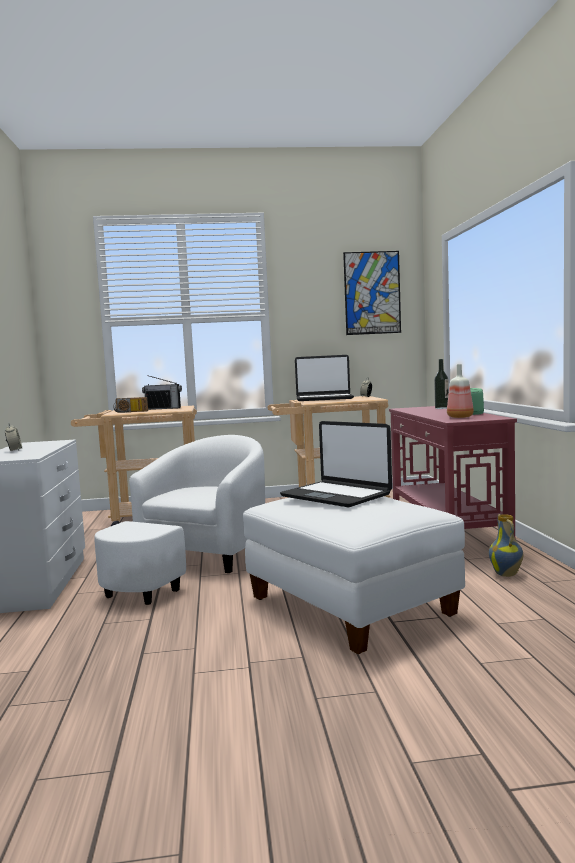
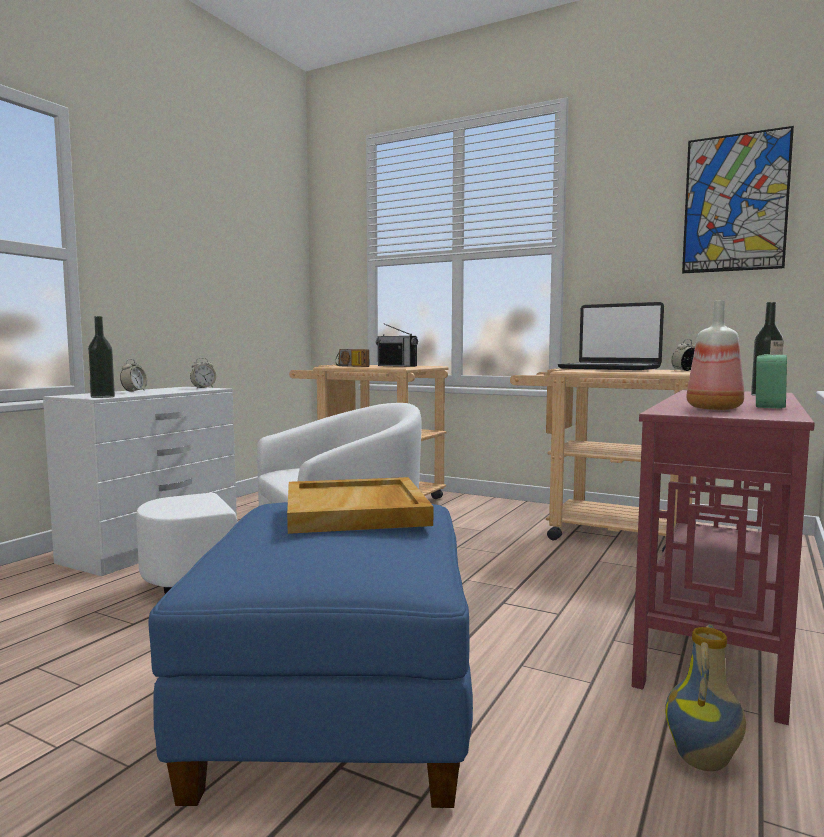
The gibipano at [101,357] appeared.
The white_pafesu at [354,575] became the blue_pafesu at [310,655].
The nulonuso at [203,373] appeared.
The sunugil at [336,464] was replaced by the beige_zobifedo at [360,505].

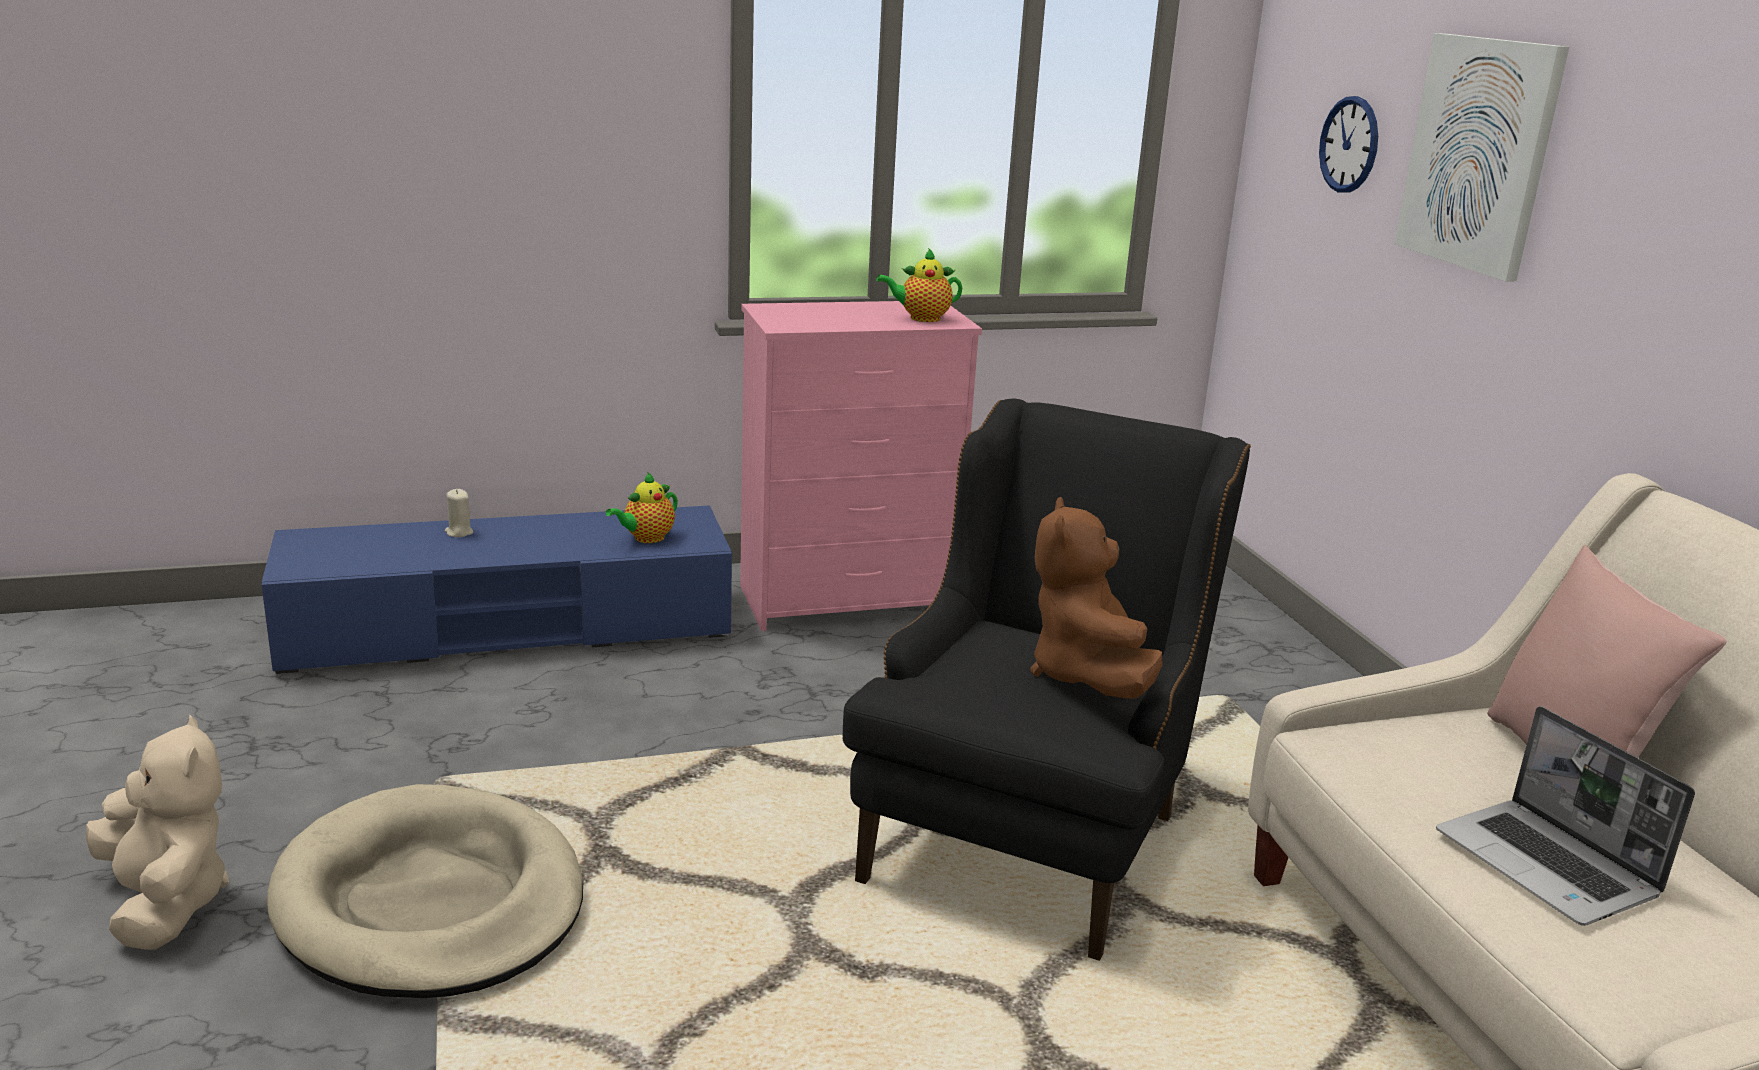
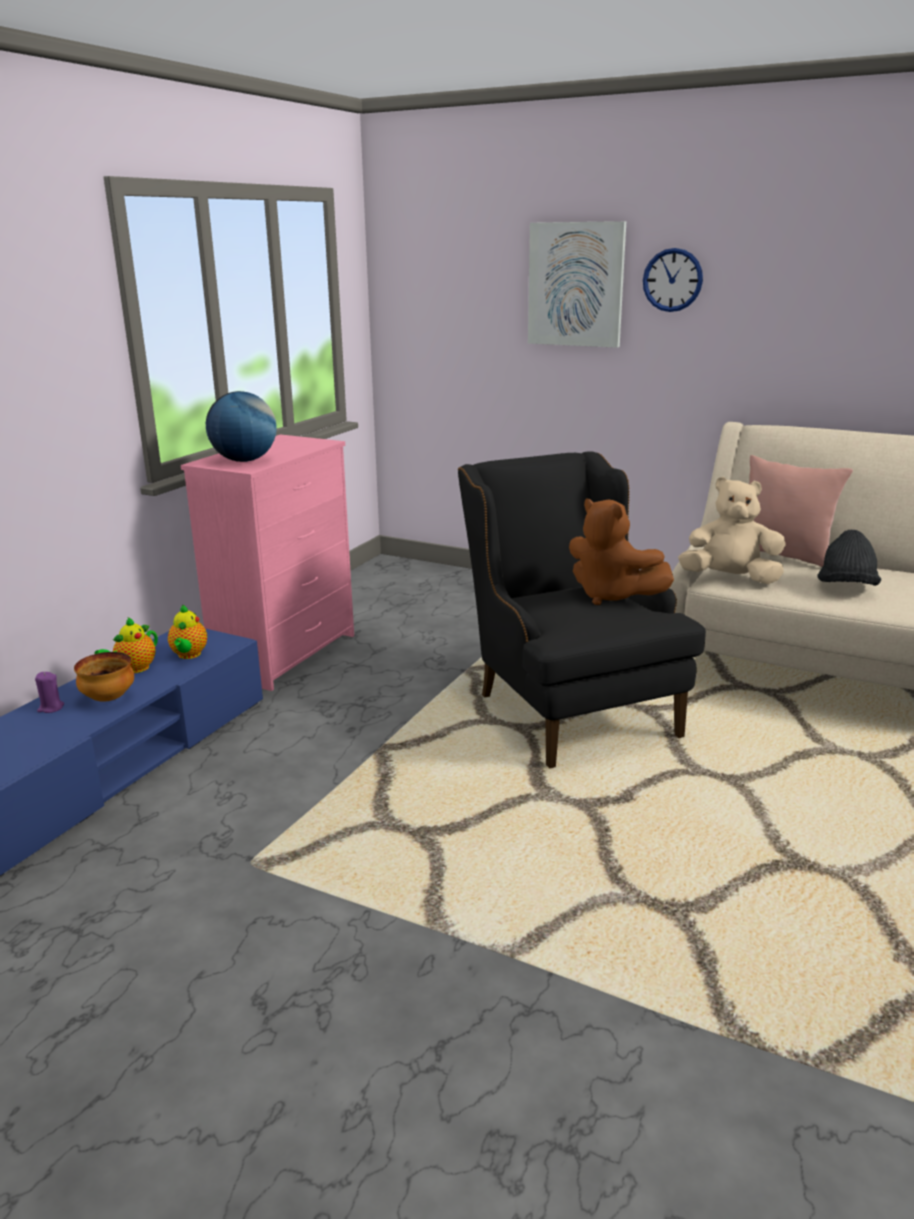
The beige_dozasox at [459,513] became the purple_dozasox at [49,692].
The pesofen at [104,677] appeared.
The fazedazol moved from [919,285] to [126,645].
The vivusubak at [241,426] appeared.
The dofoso moved from [1348,144] to [673,280].
The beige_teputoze moved from [157,832] to [731,530].
The sunugil at [1565,816] was replaced by the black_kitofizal at [849,558].
The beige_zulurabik at [425,891] disappeared.

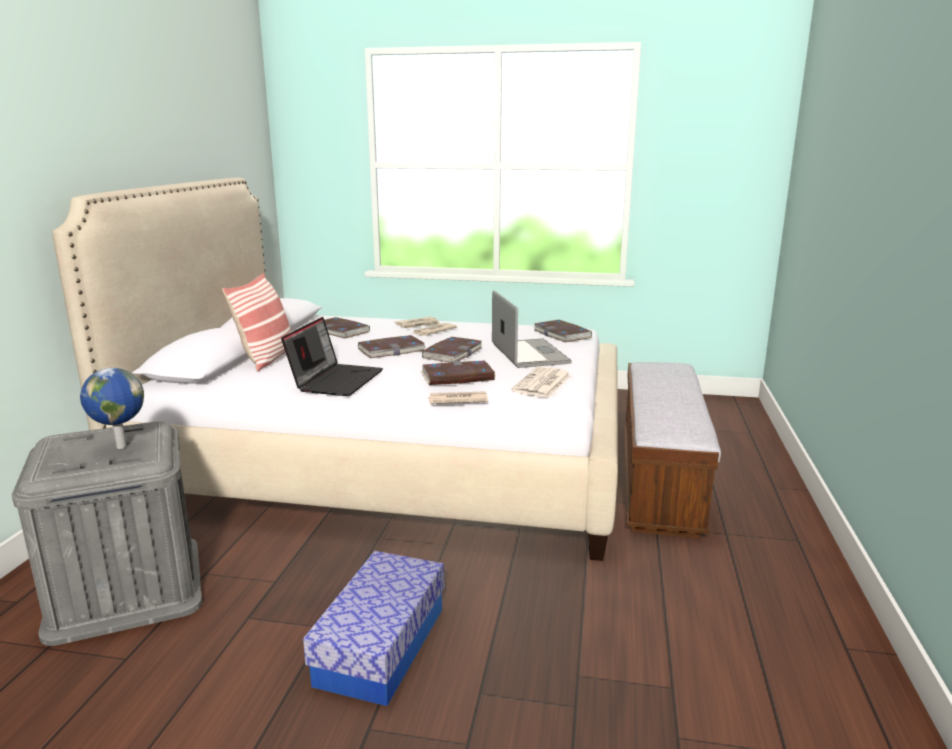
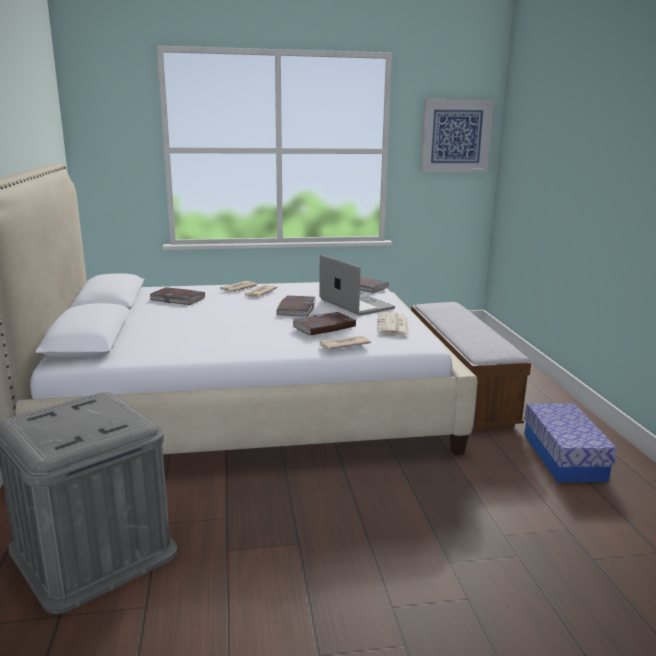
The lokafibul at [457,135] appeared.
The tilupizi moved from [373,628] to [570,442].
The vivusubak at [112,408] disappeared.
The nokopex at [257,322] disappeared.
The sunugil at [332,356] disappeared.
The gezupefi at [392,346] disappeared.

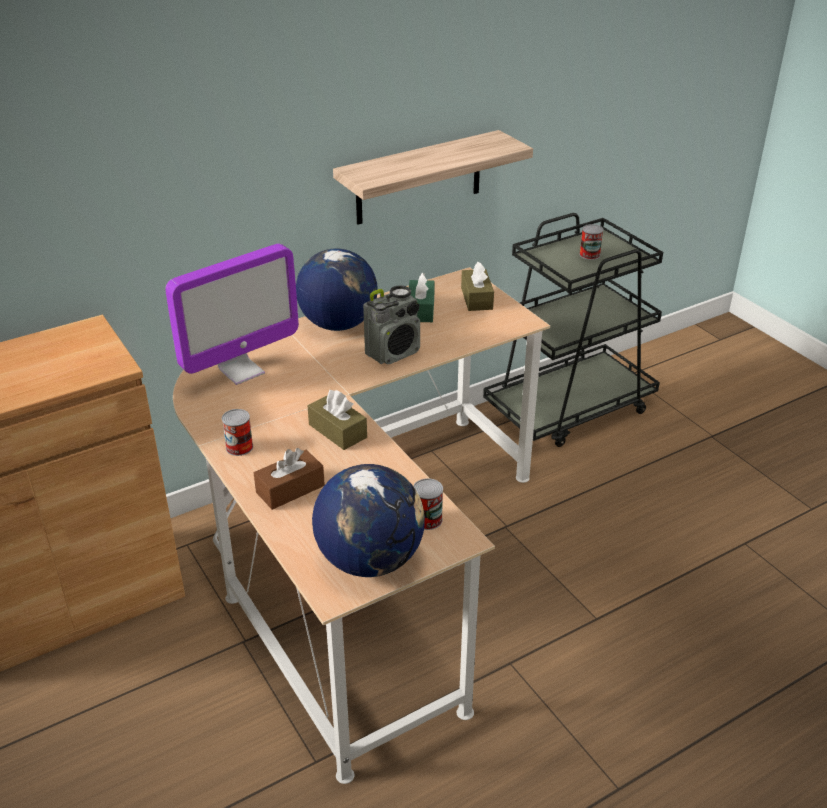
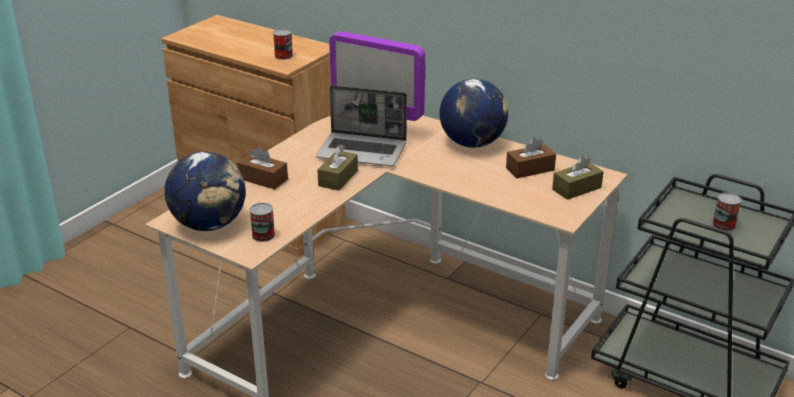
The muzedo moved from [237,432] to [283,44].
The sunugil at [361,125] appeared.
The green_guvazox at [422,297] became the brown_guvazox at [531,157].
The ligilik at [433,177] disappeared.
The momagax at [391,324] disappeared.

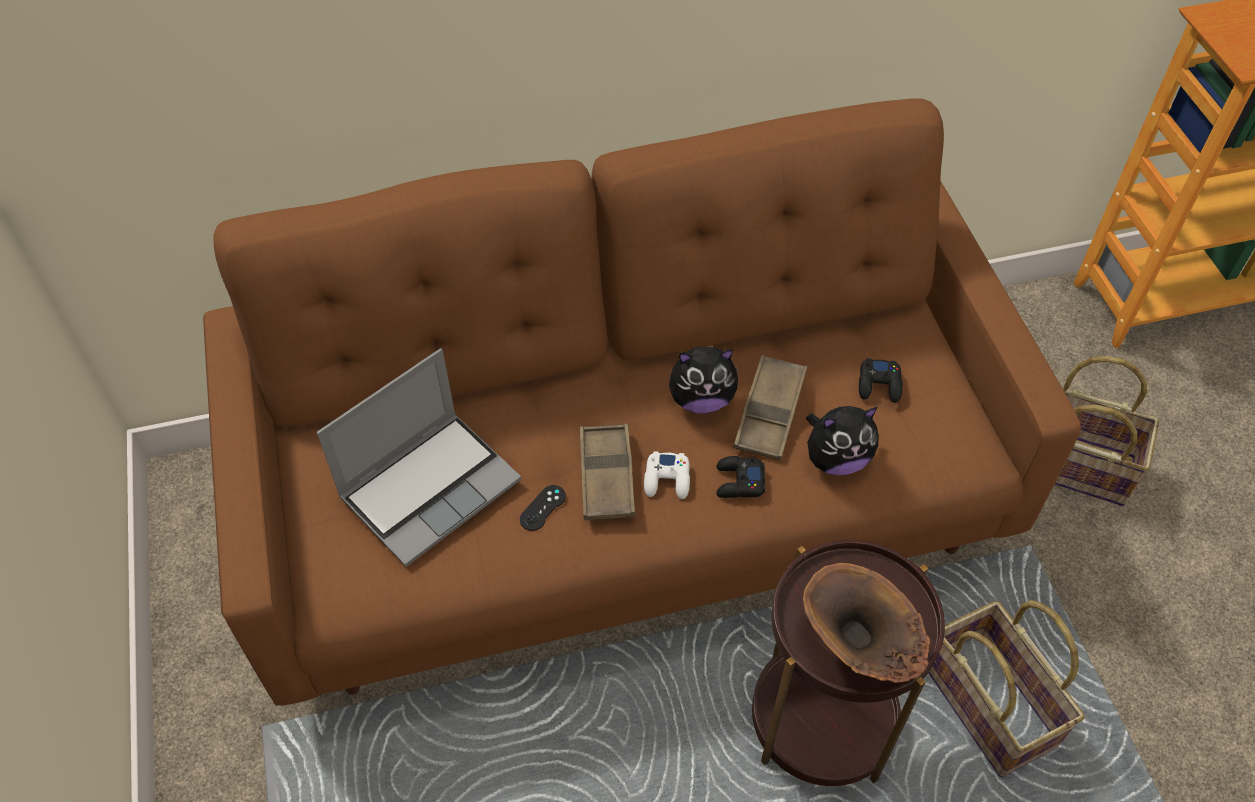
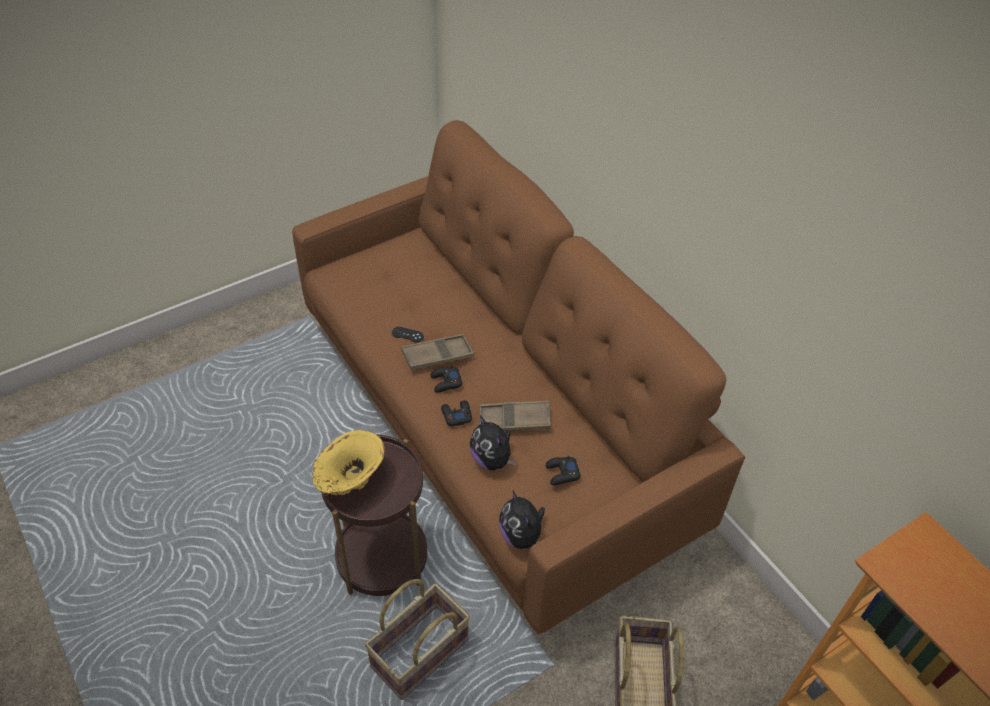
The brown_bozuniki at [866,623] became the yellow_bozuniki at [348,462].
The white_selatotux at [667,475] became the black_selatotux at [446,379].
The teputoze moved from [704,380] to [522,520].
The sunugil at [419,457] disappeared.

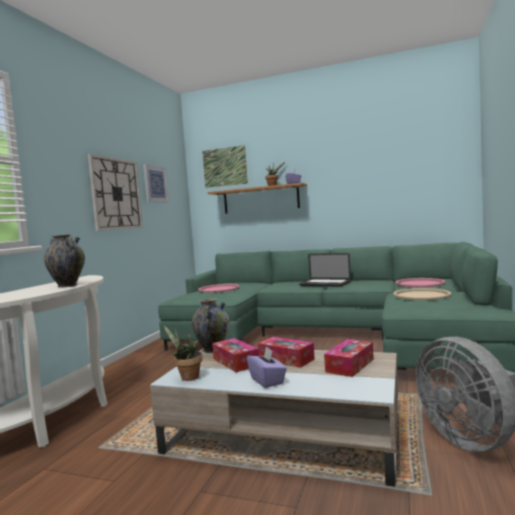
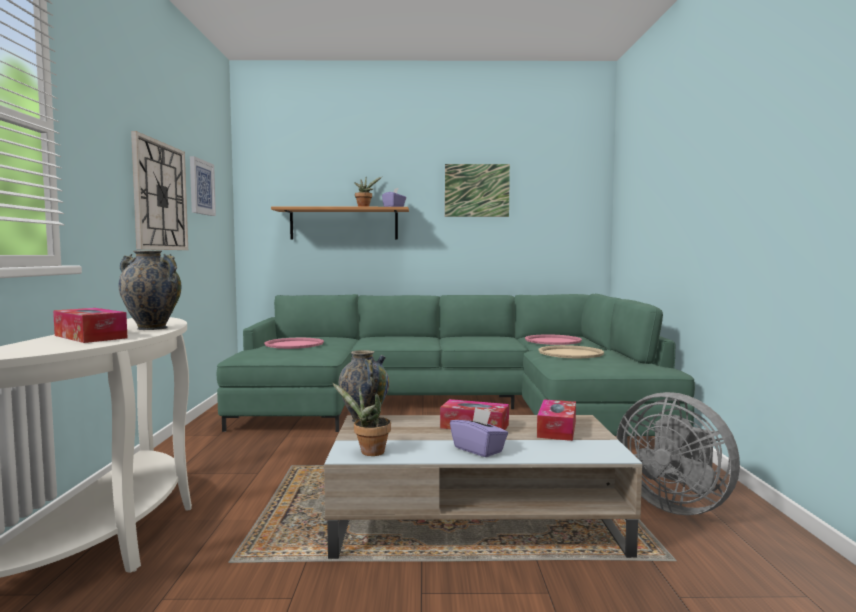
The guvazox moved from [235,355] to [90,325].
The lokafibul moved from [225,166] to [477,190].
The sunugil at [325,270] disappeared.

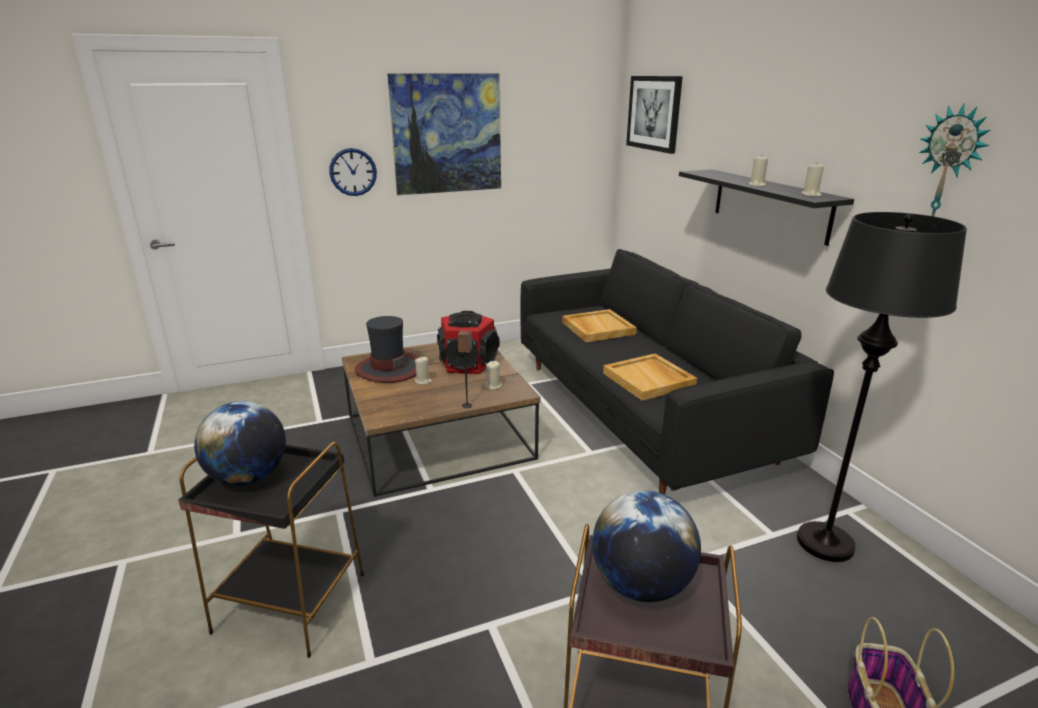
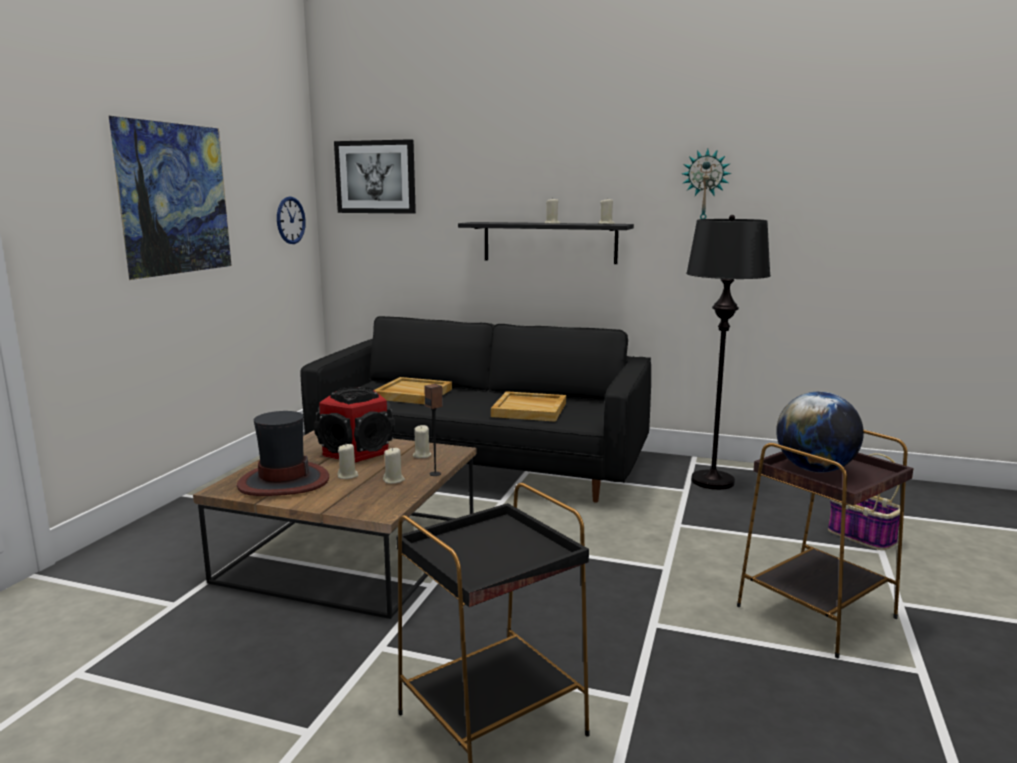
The dofoso moved from [353,172] to [291,220].
The beige_dozasox at [394,465] appeared.
The vivusubak at [240,443] disappeared.

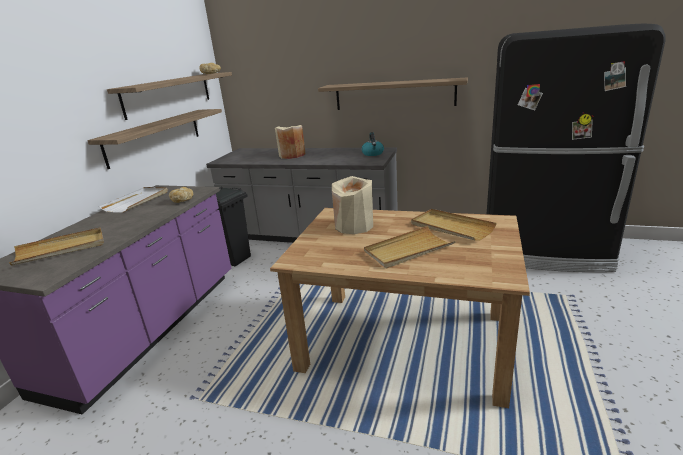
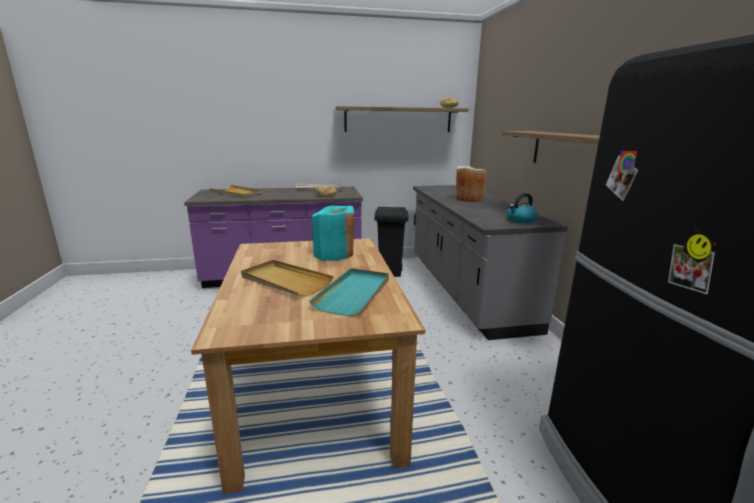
The beige_zobifedo at [454,225] became the turquoise_zobifedo at [349,292].
The beige_bozuniki at [352,205] became the turquoise_bozuniki at [333,233].
The ligilik at [154,139] disappeared.

